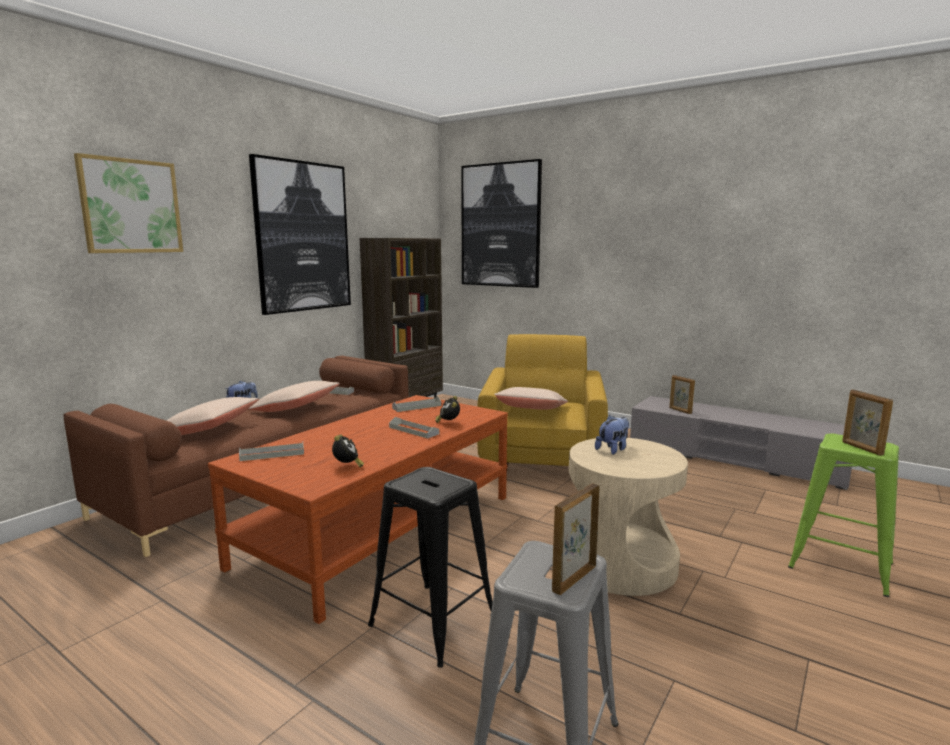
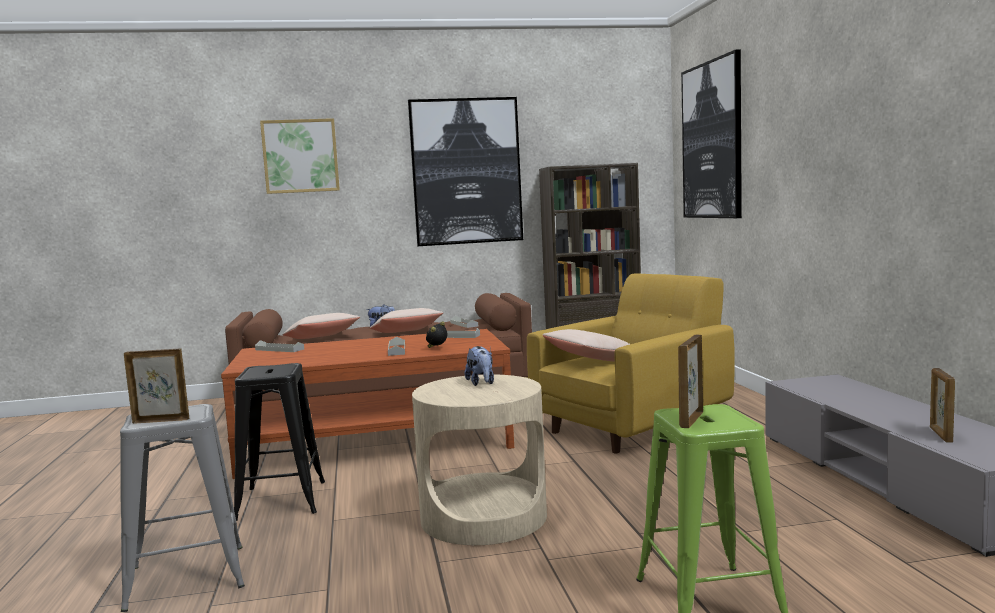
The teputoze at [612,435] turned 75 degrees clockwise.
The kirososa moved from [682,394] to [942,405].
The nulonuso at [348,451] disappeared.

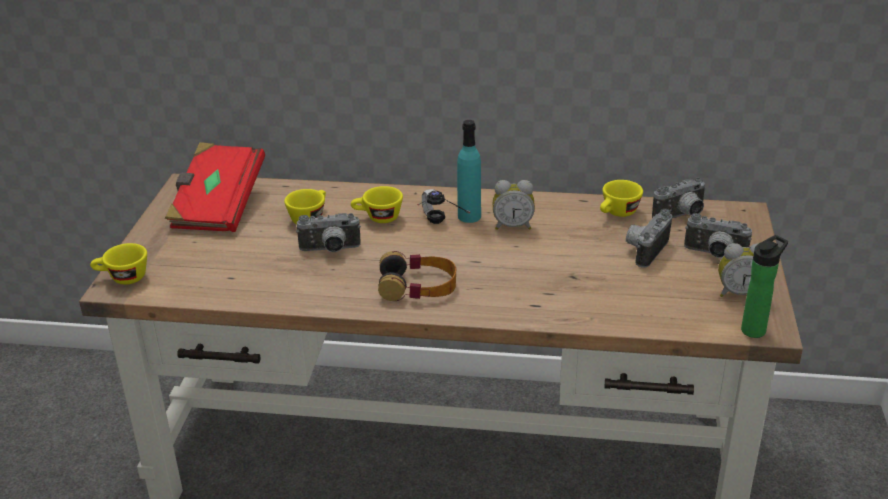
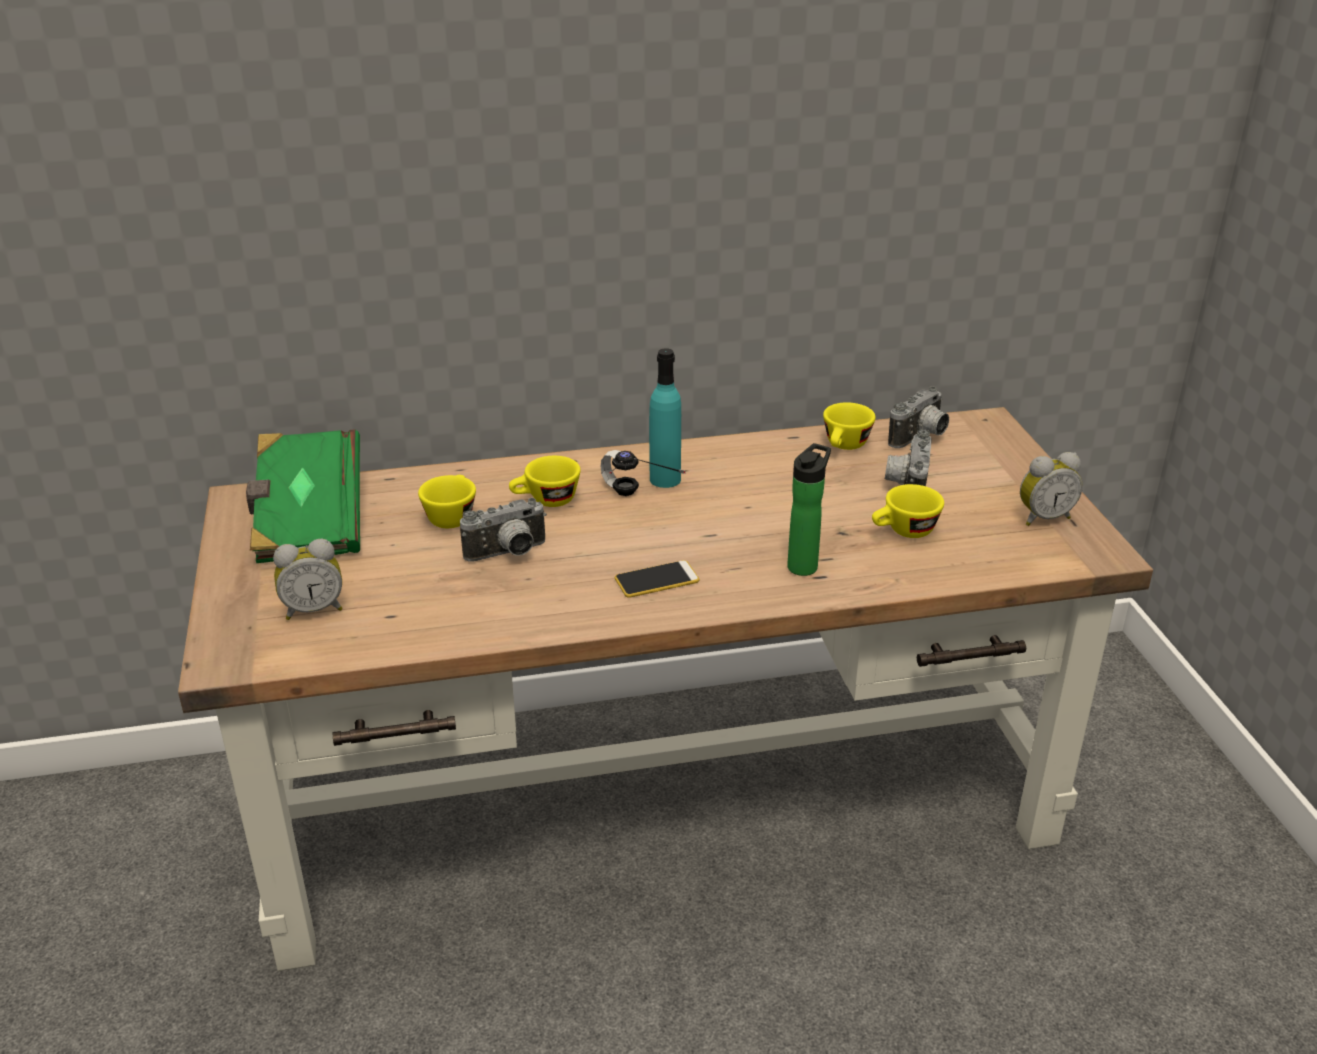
The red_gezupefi at [215,187] became the green_gezupefi at [303,496].
The nulonuso moved from [514,205] to [308,579].
The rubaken at [417,276] was replaced by the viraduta at [657,579].
The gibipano moved from [764,286] to [809,509].
The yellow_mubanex moved from [118,263] to [908,511].
The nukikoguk at [718,235] disappeared.

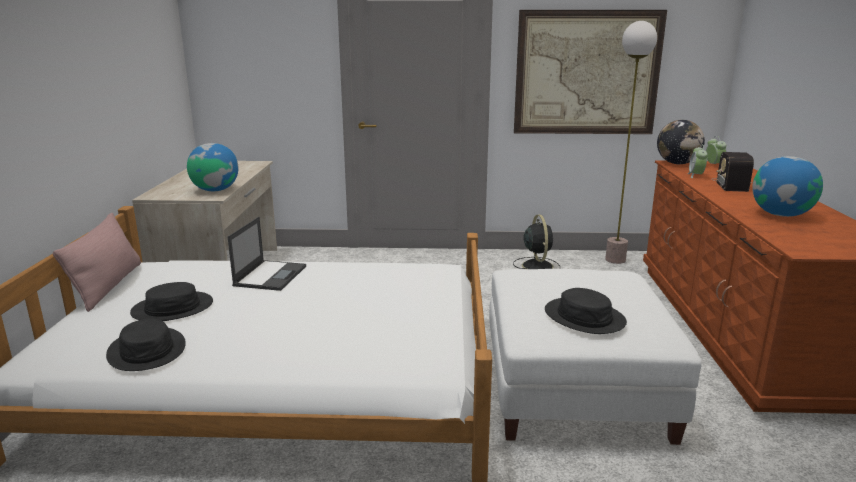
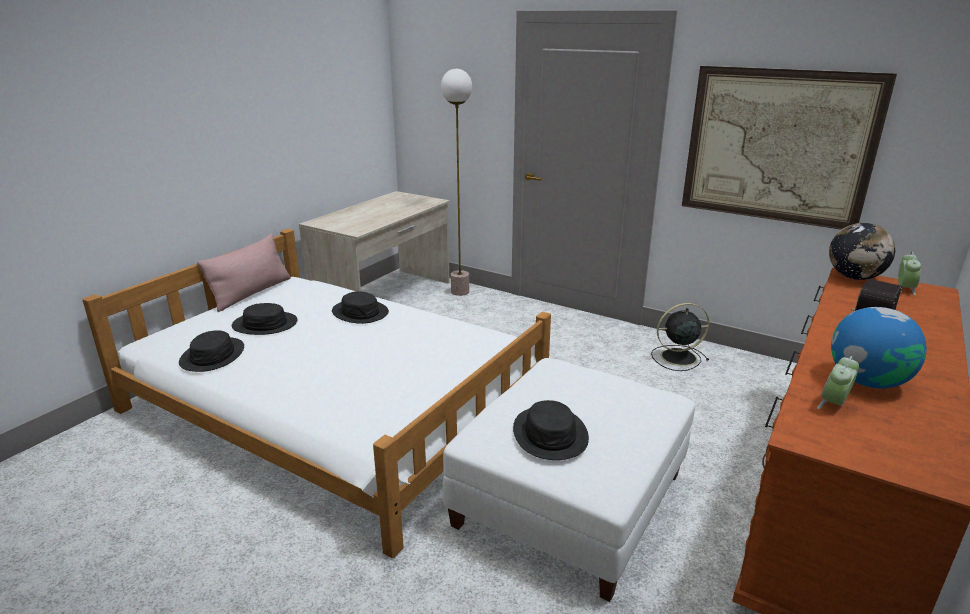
The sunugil at [267,254] was replaced by the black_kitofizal at [360,307].
The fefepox moved from [631,142] to [456,182].
The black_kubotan at [536,242] turned 120 degrees counterclockwise.
The nulonuso moved from [698,161] to [838,382].
The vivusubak at [212,167] disappeared.

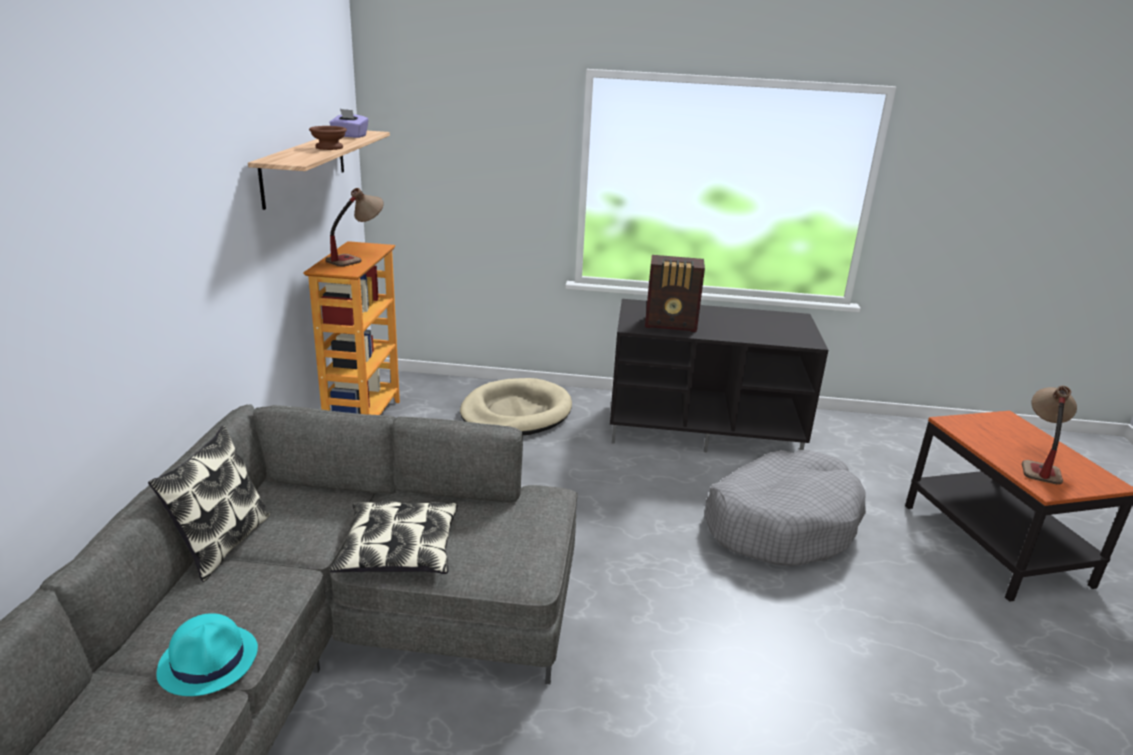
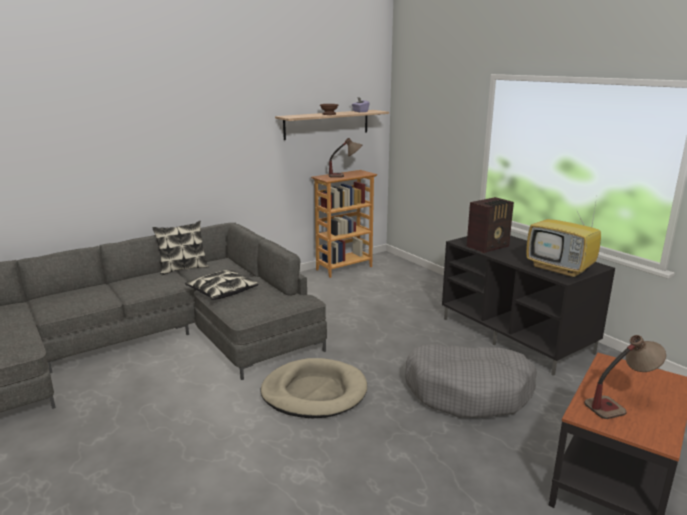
The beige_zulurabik moved from [516,406] to [314,388].
The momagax at [675,293] turned 90 degrees counterclockwise.
The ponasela at [563,237] appeared.
The turquoise_kitofizal at [207,654] disappeared.

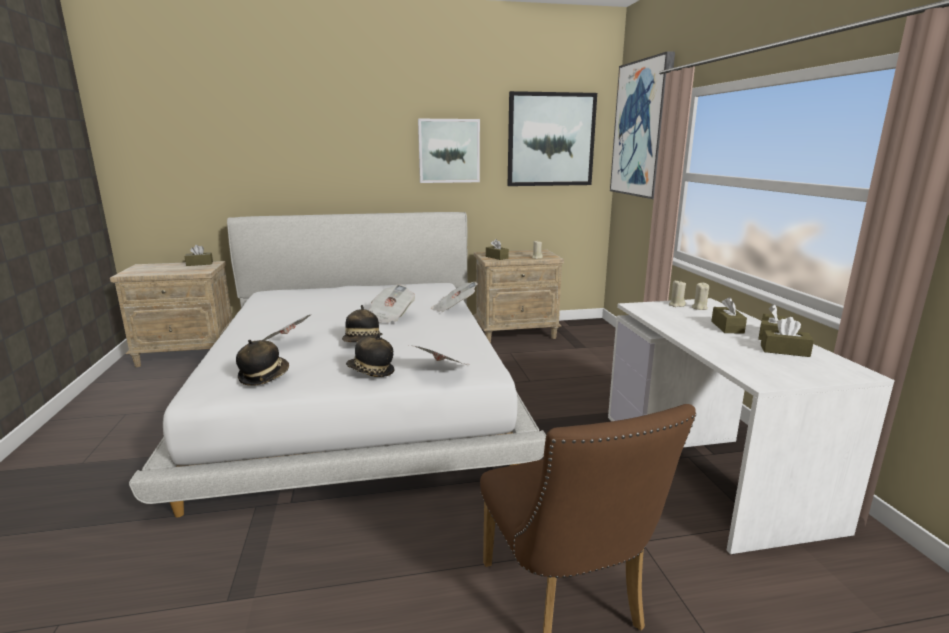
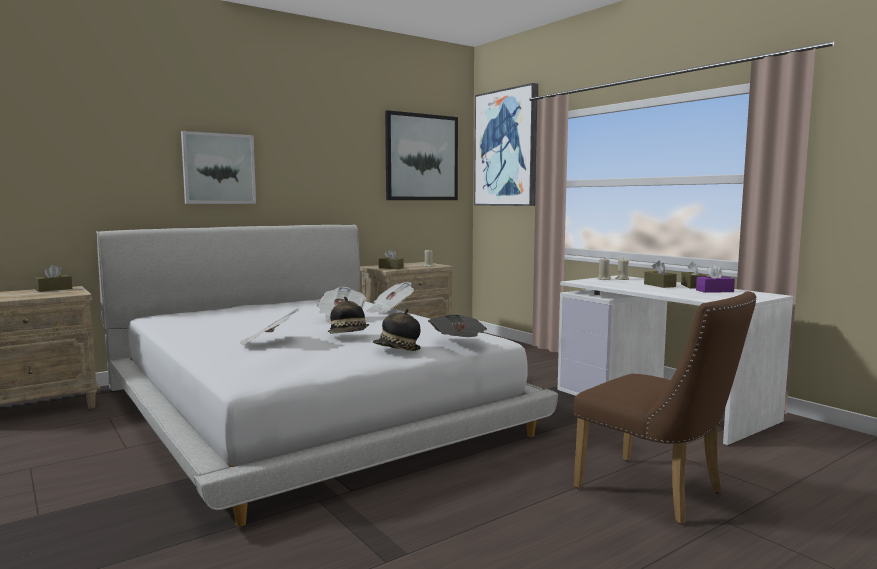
The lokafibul moved from [449,151] to [218,167].
The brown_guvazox at [787,337] became the purple_guvazox at [715,278].
The kitofizal at [262,363] disappeared.

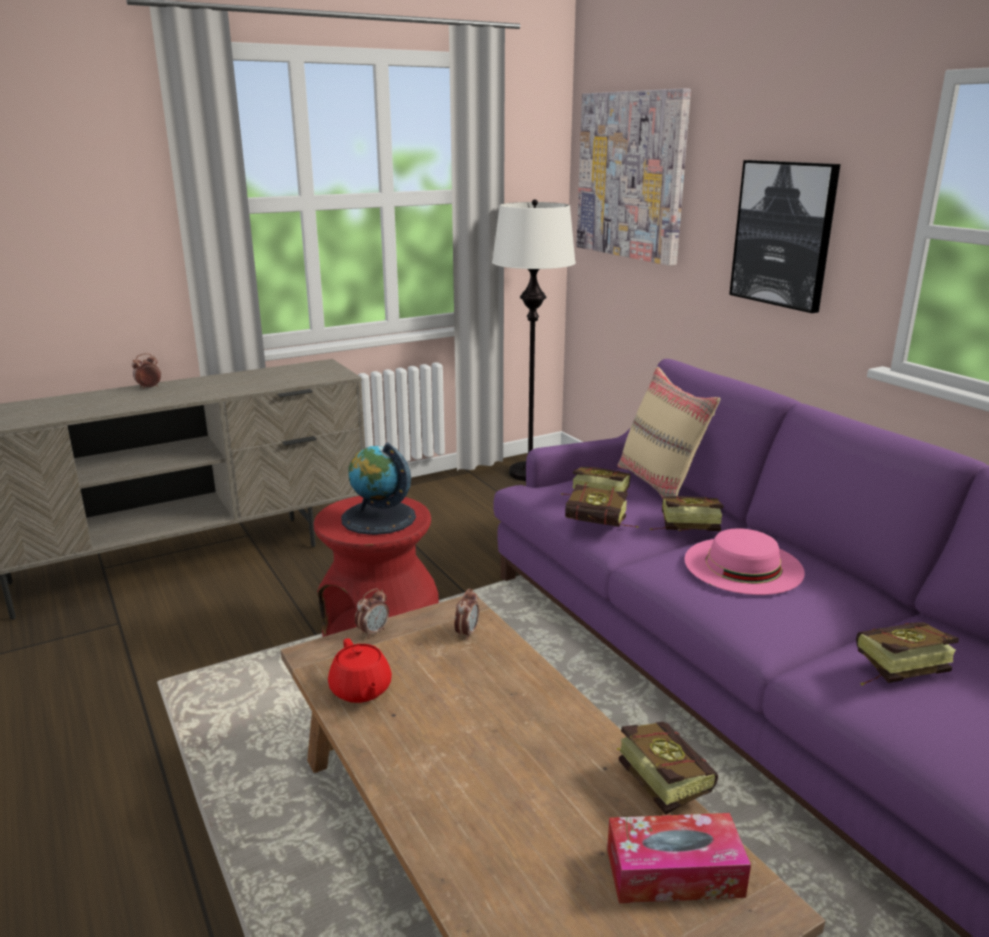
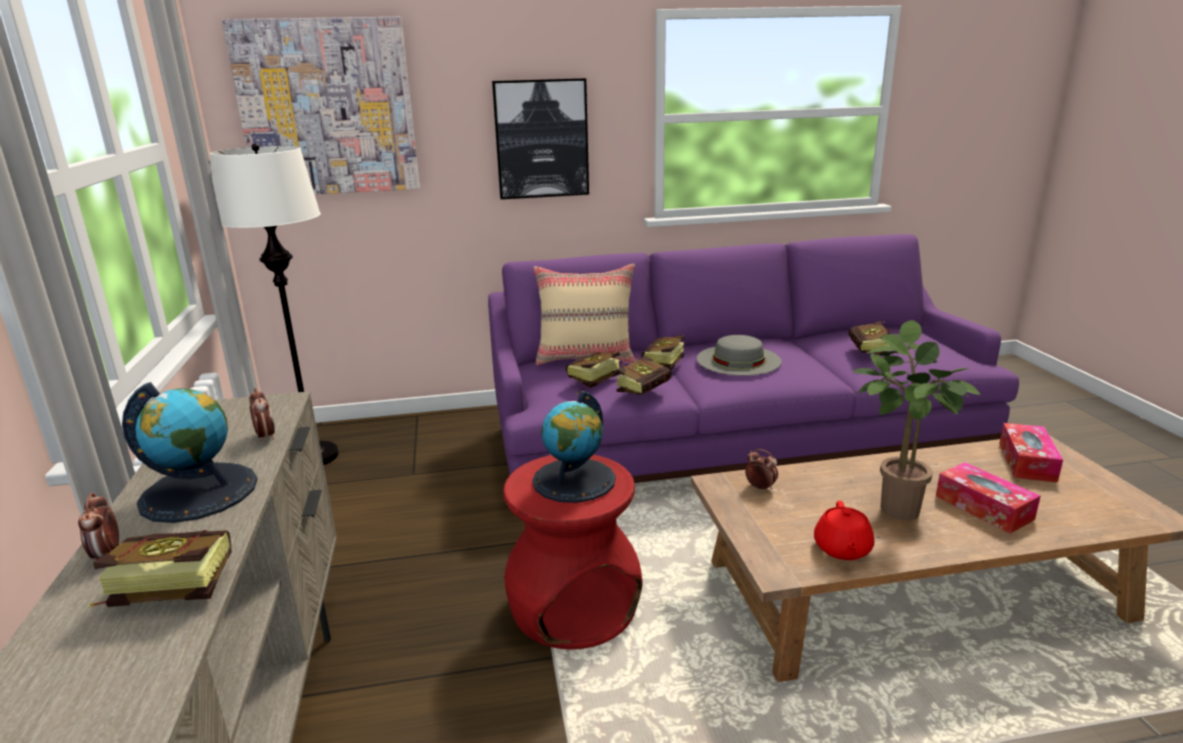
The gezupefi moved from [667,768] to [160,568].
The vivusubak at [190,452] appeared.
The nulonuso moved from [372,613] to [262,414].
The pink_kitofizal at [744,561] became the grey_kitofizal at [739,355].
The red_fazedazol at [360,670] turned 105 degrees clockwise.
The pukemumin at [916,420] appeared.
The guvazox at [988,497] appeared.

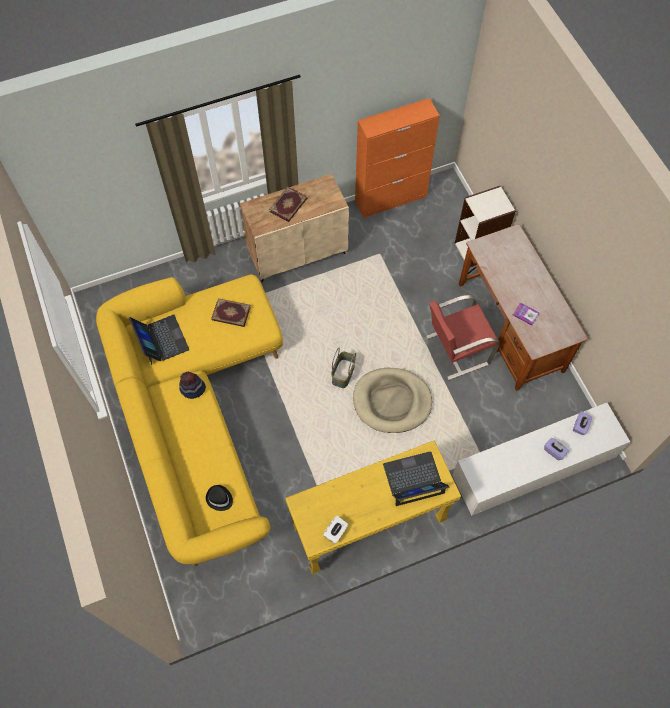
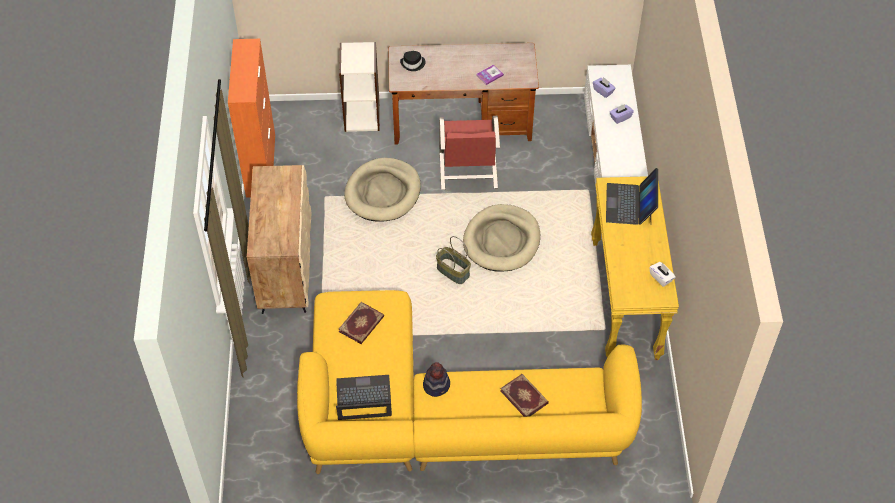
The beige_zulurabik at [382,190] appeared.
The black_kitofizal moved from [219,498] to [413,61].
The gezupefi moved from [288,204] to [524,395].

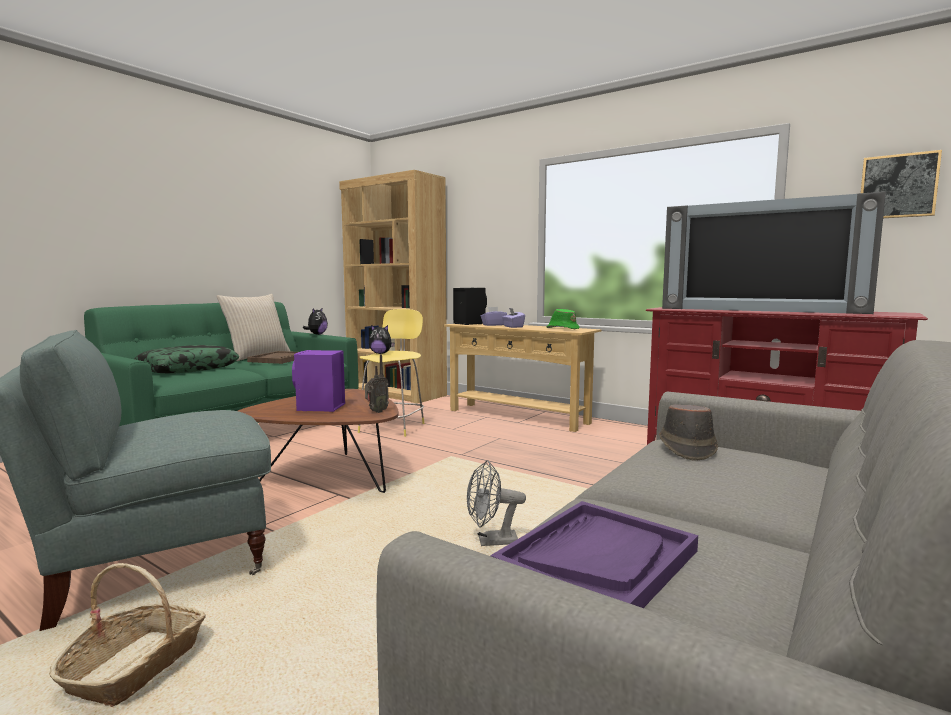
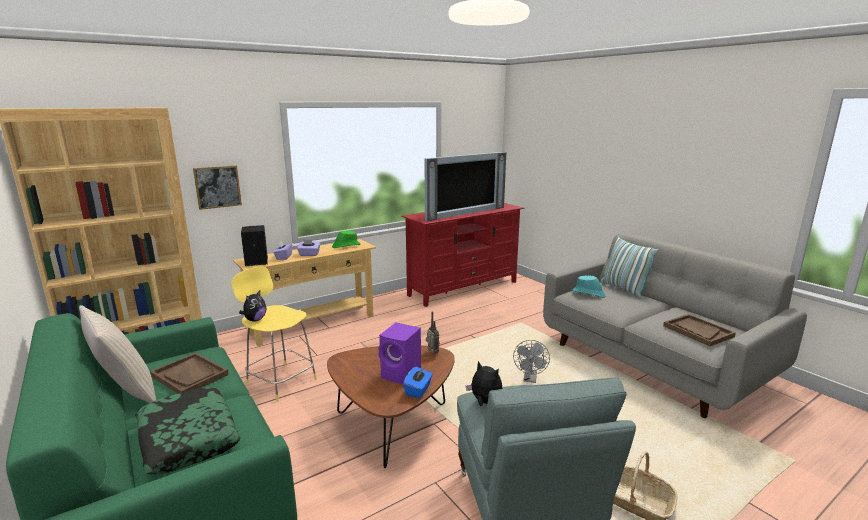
The lokafibul moved from [901,184] to [217,188].
The blue_guvazox at [418,382] appeared.
The teputoze moved from [315,321] to [484,383].
The brown_kitofizal at [688,432] became the turquoise_kitofizal at [589,287].
The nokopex at [629,267] appeared.
The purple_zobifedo at [594,554] became the brown_zobifedo at [699,330].

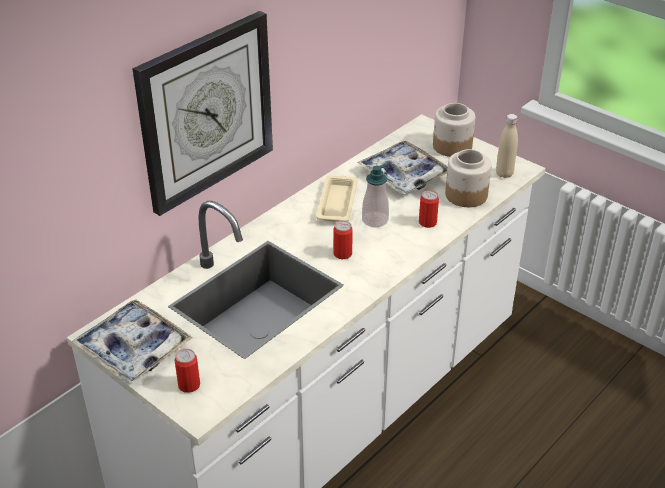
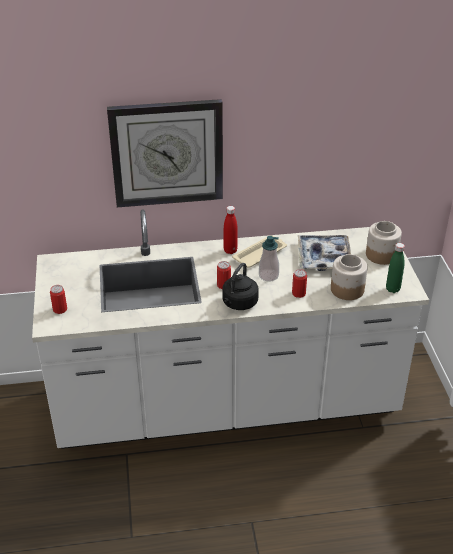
The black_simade at [240,286] appeared.
The red_gibipano at [231,230] appeared.
The beige_gibipano at [507,146] became the green_gibipano at [395,268].
The zobifedo at [132,341] disappeared.

